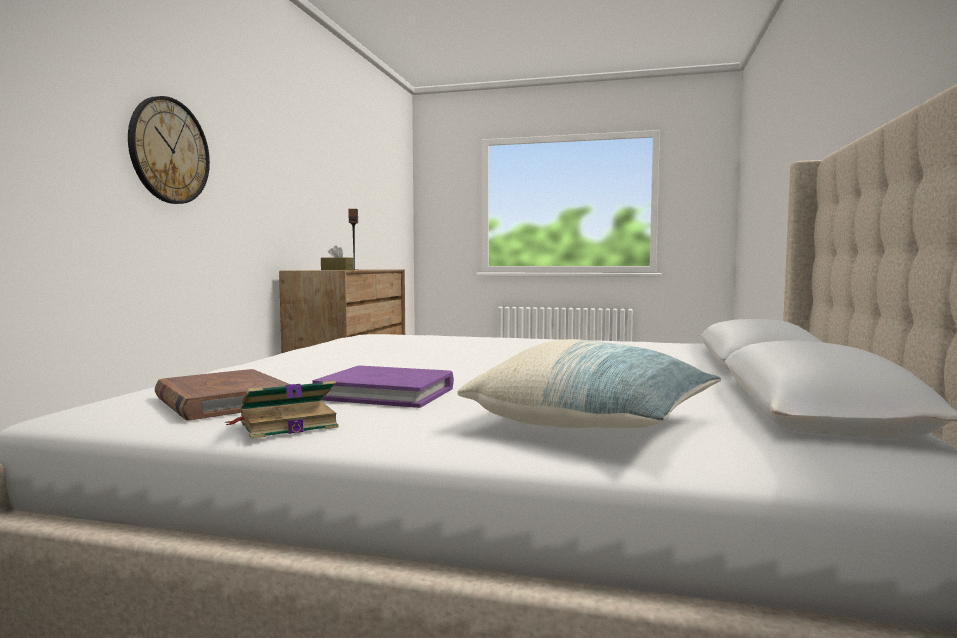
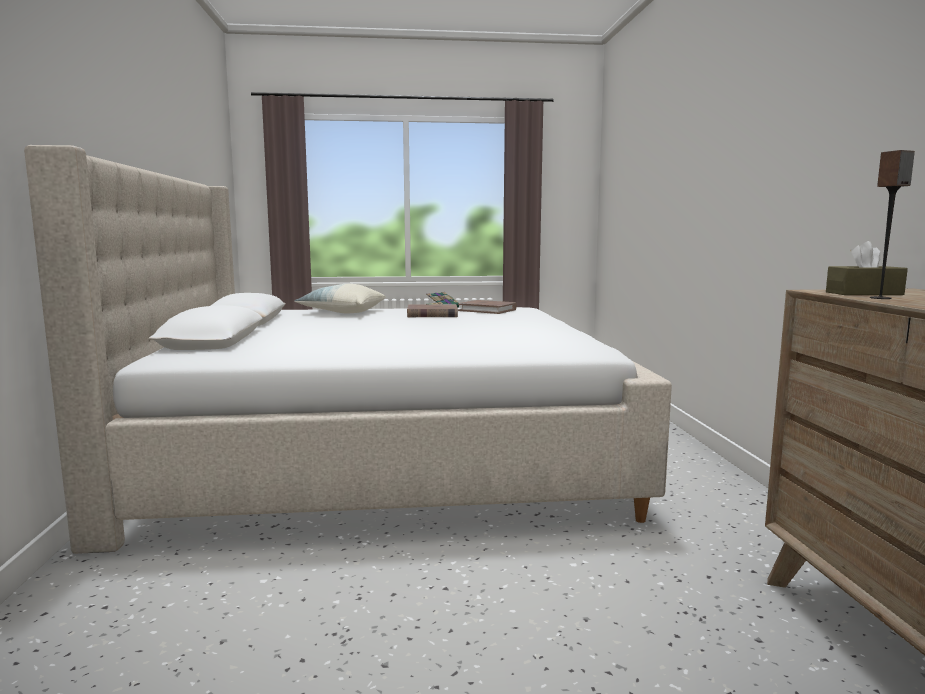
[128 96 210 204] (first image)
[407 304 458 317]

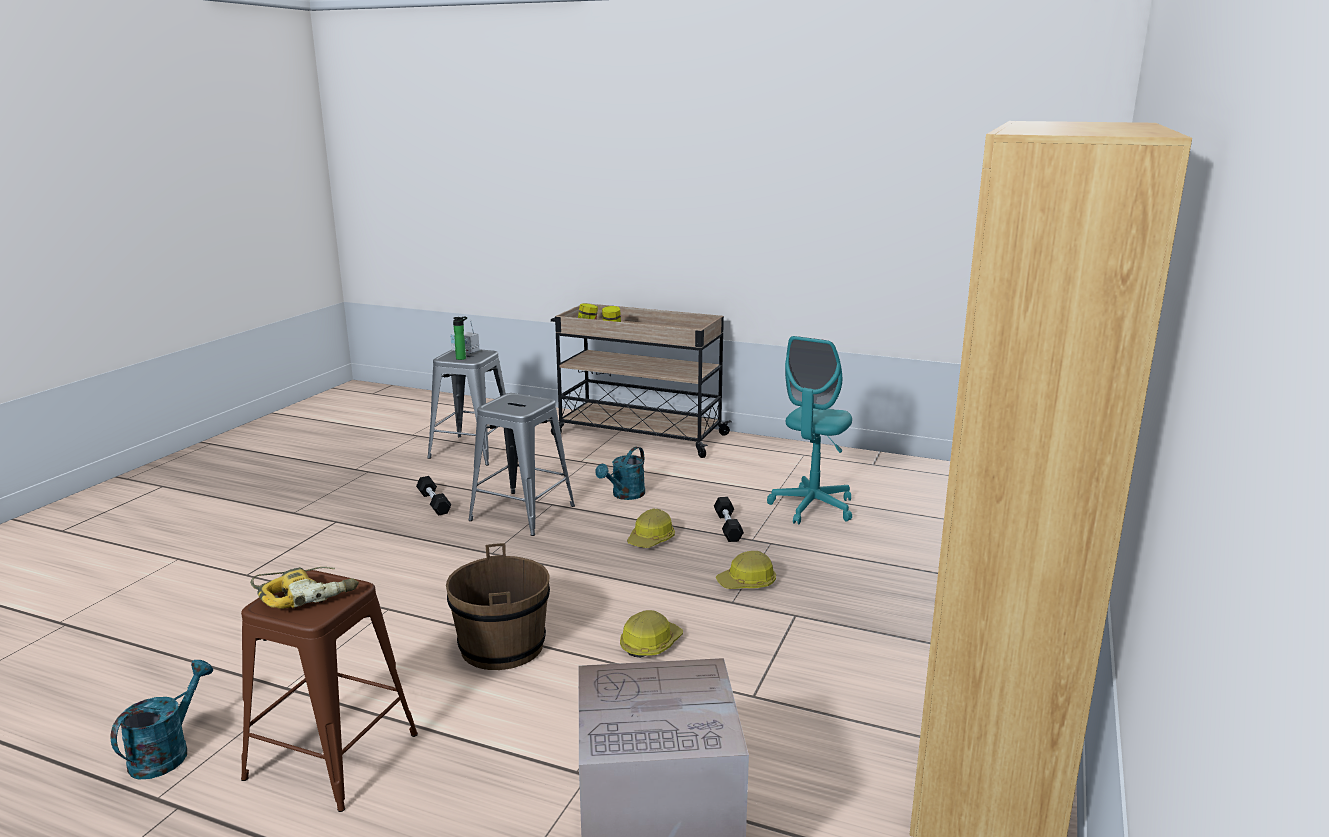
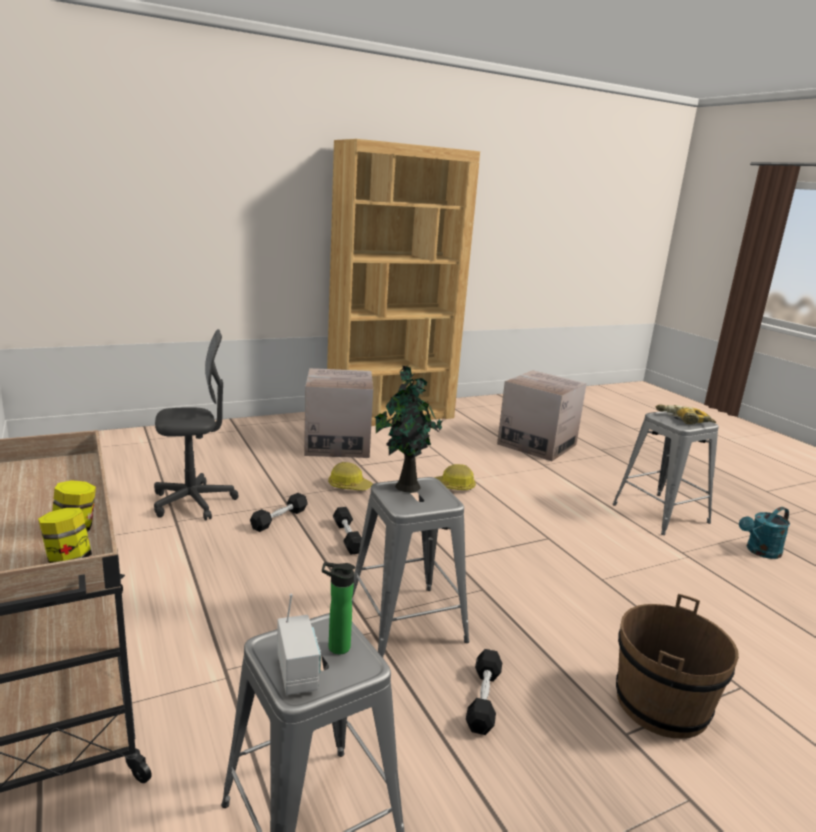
[595 447 645 500] (first image)
[304 368 373 458]
[375 364 443 492]
[616 594 739 738]
[333 507 362 555]
[613 411 719 535]
[154 329 239 521]

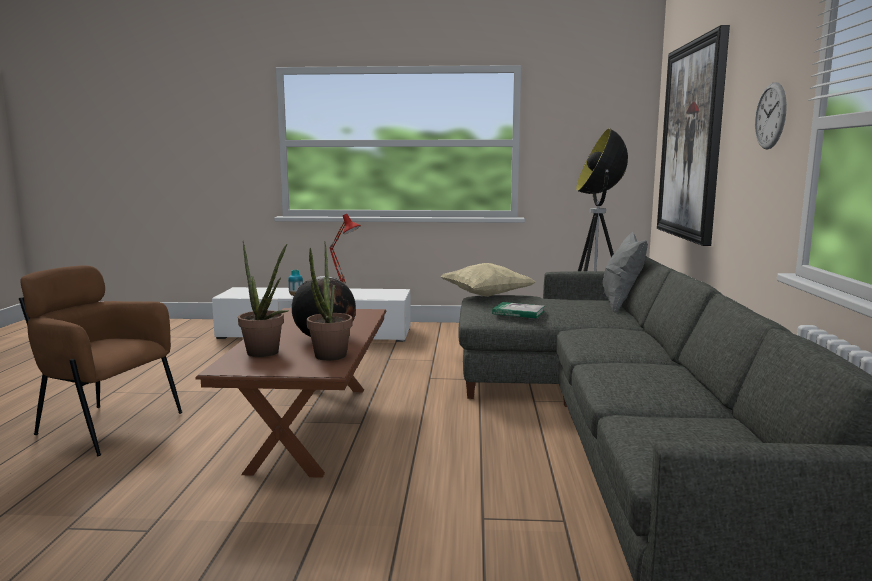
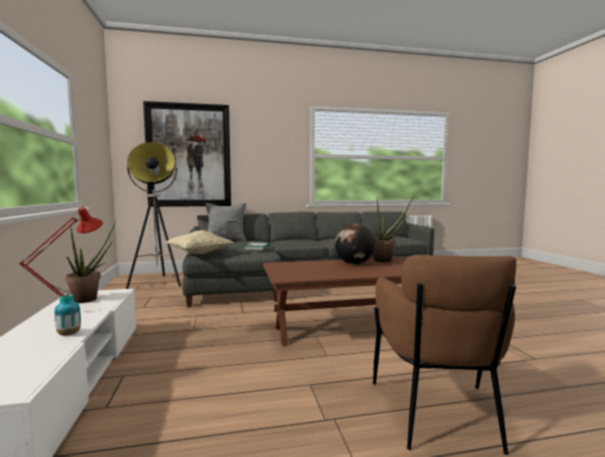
[755 82 787 150] (first image)
[65 219 116 303]

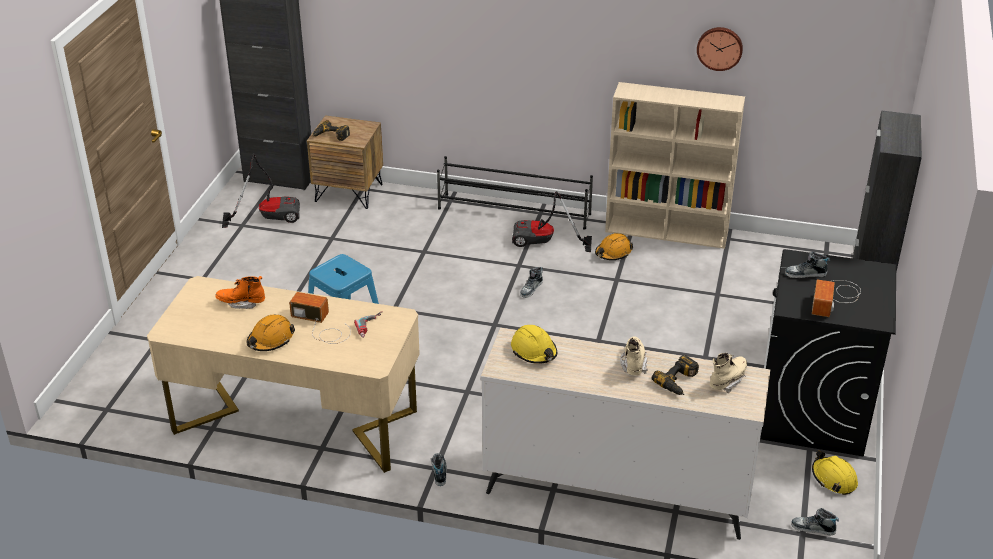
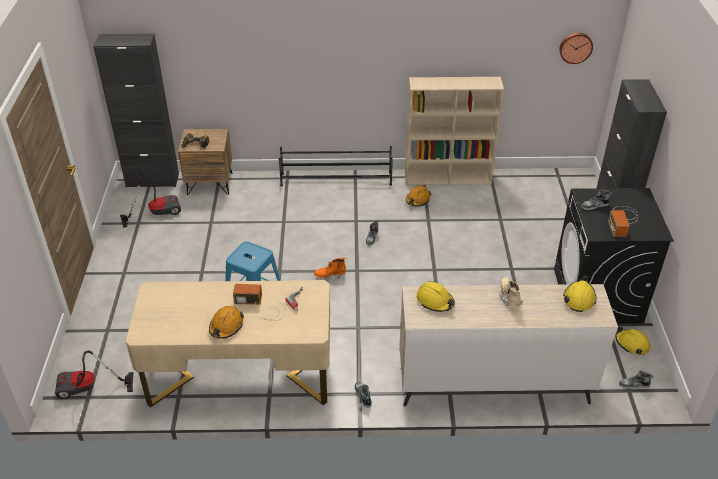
[652 355 699 395] (first image)
[314 257 346 281]
[55 351 133 399]
[559 33 593 64]
[563 276 596 312]

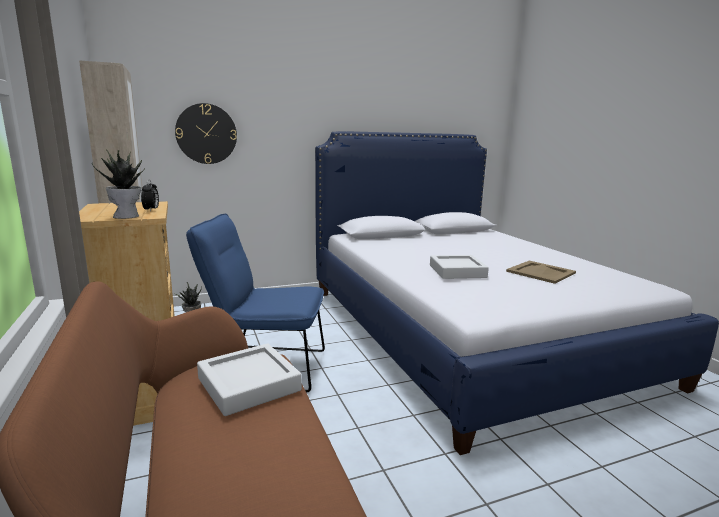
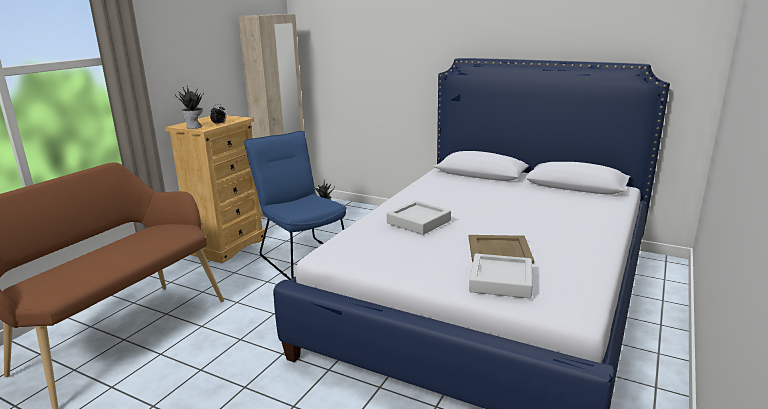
[175 103 237 164] (first image)
[469 254 533 299]

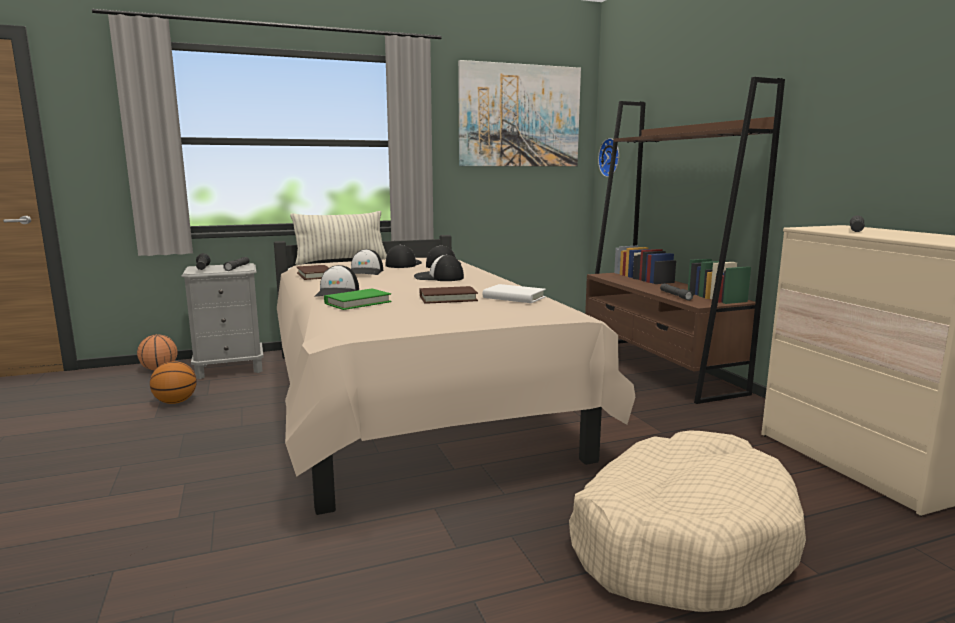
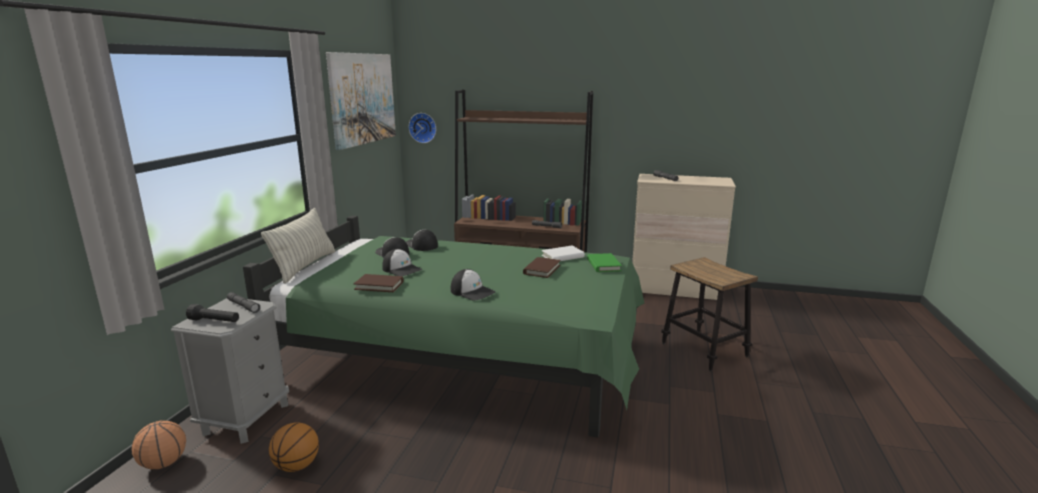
[414 254 464 281] (first image)
[587 253 622 272]
[661 257 758 371]
[243 216 644 438]

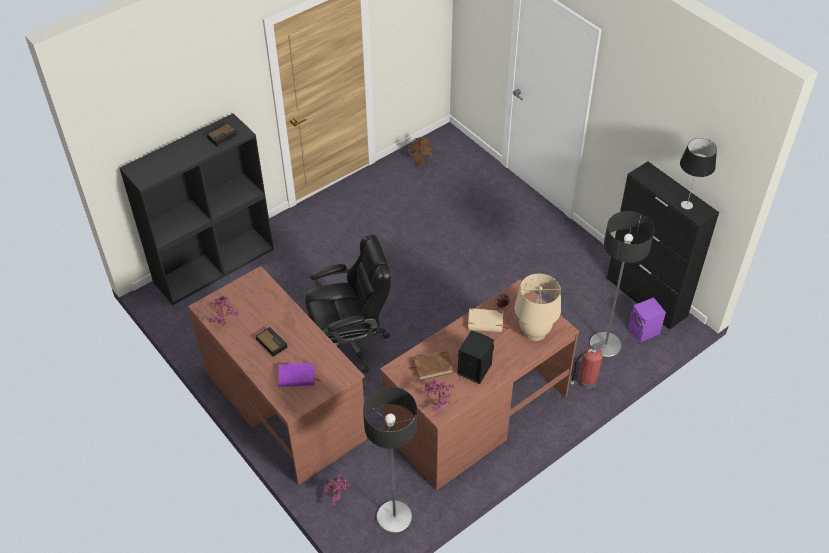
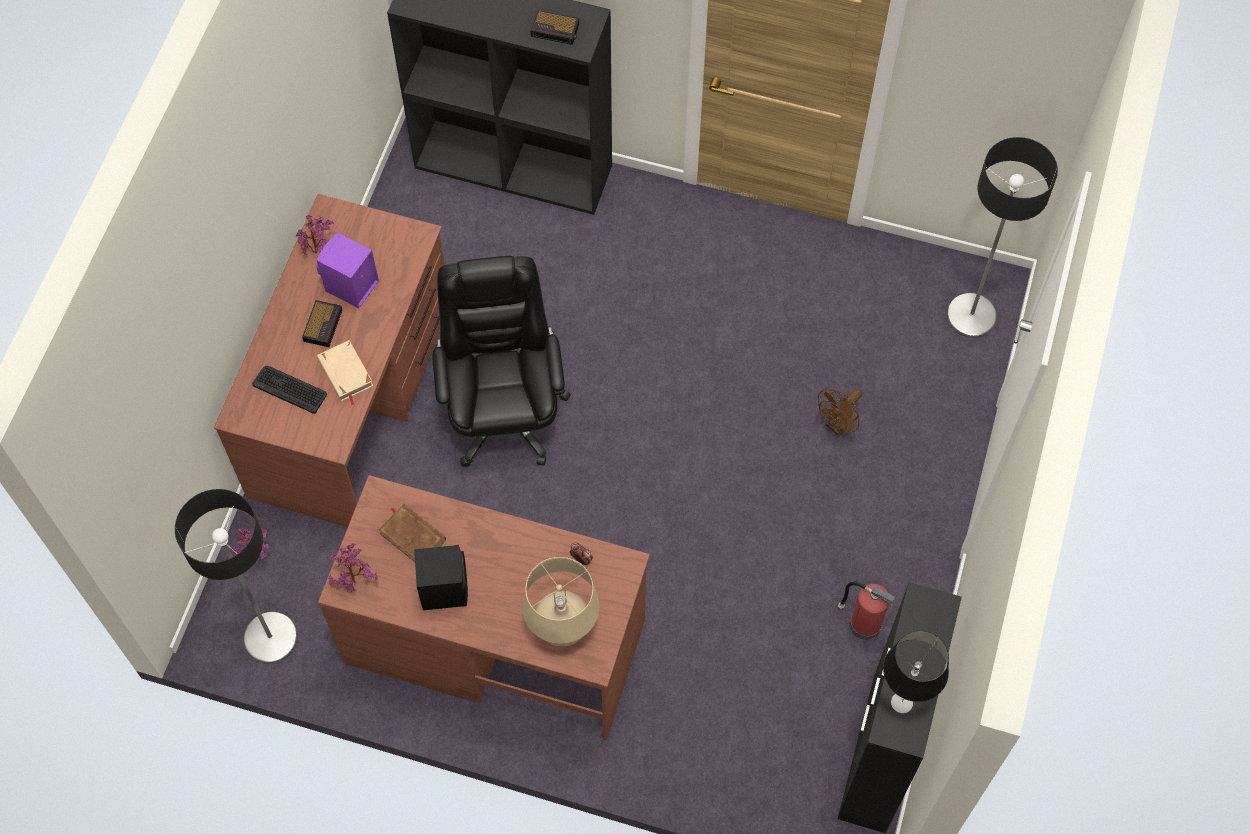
[818 389 862 436]
[317 340 373 405]
[838 582 896 640]
[947 137 1058 338]
[316 232 379 308]
[252 366 327 414]
[433 256 571 467]

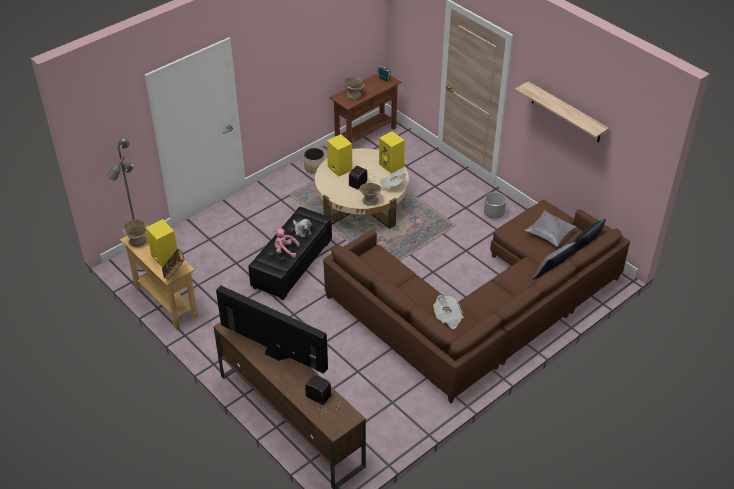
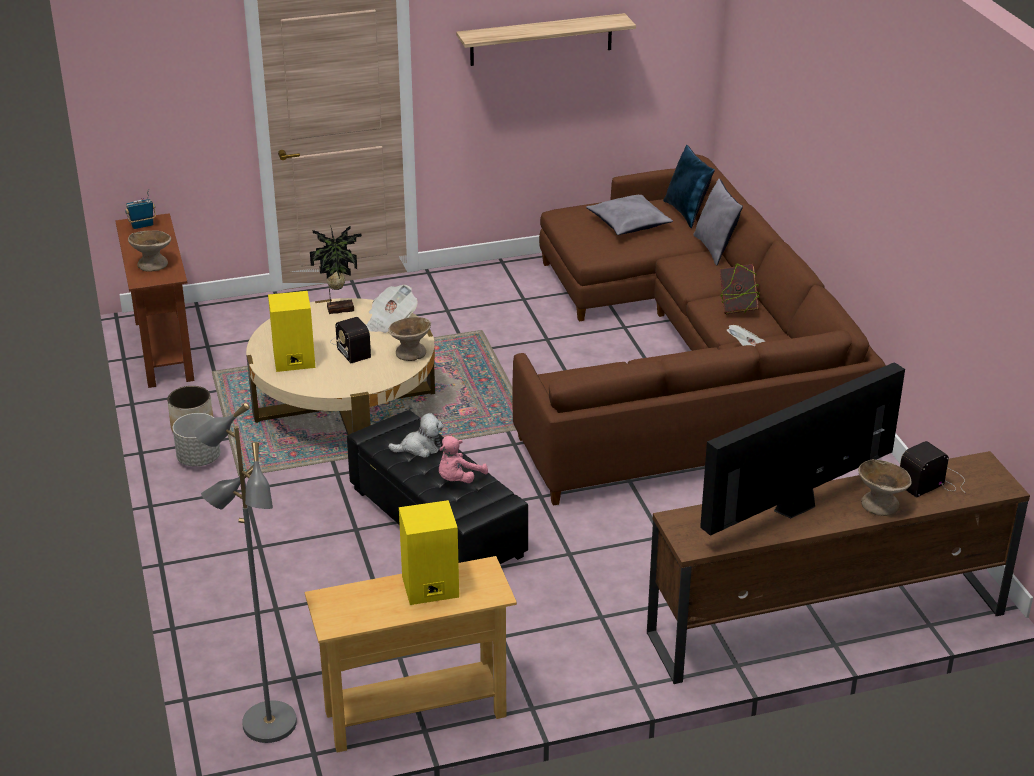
[858 459 912 516]
[720 264 760 314]
[173 413 220 466]
[310 225 362 314]

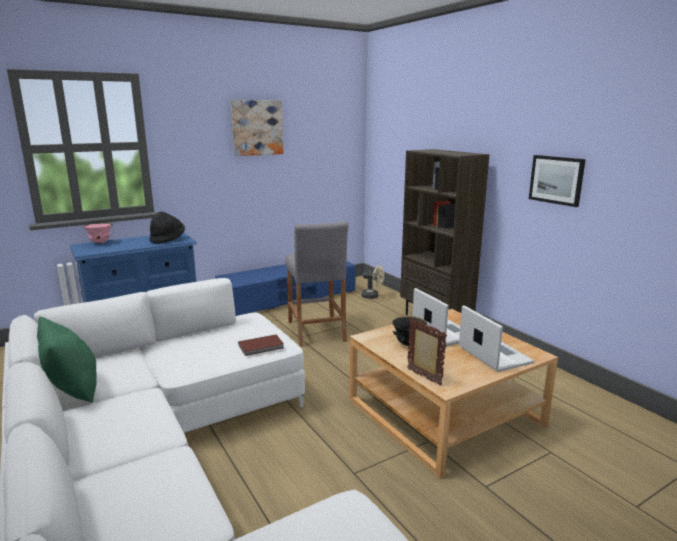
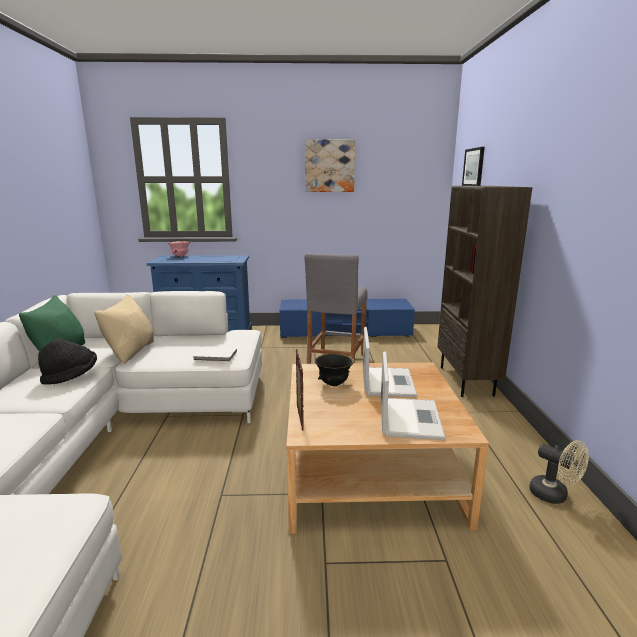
[95 294 154 364]
[38 339 97 384]
[529 440 589 504]
[462 147 485 186]
[193 347 237 362]

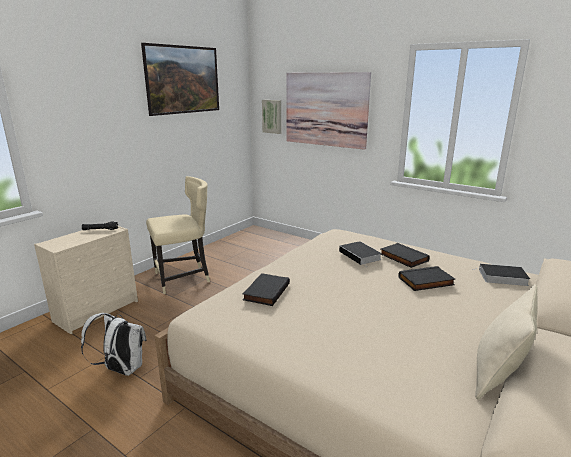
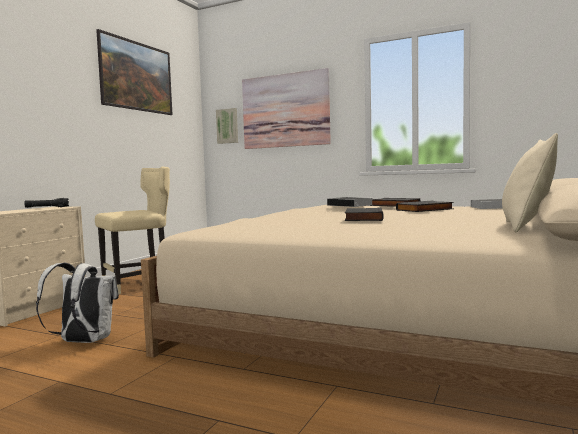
[345 207 384 221]

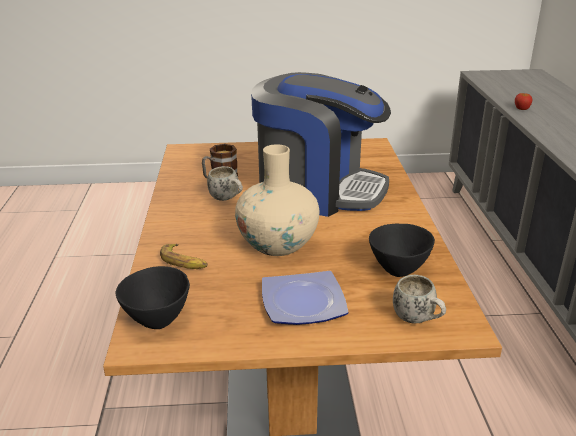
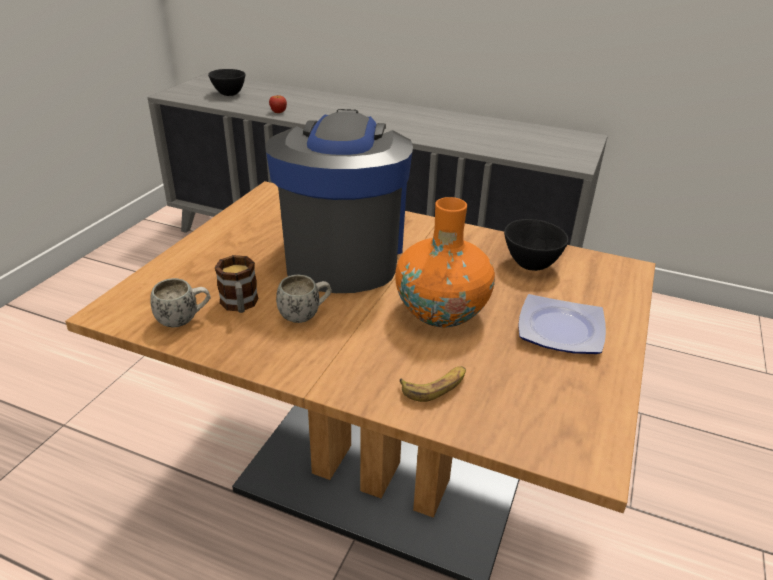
[208 69 245 96]
[150 278 211 328]
[395 197 495 328]
[265 109 413 293]

